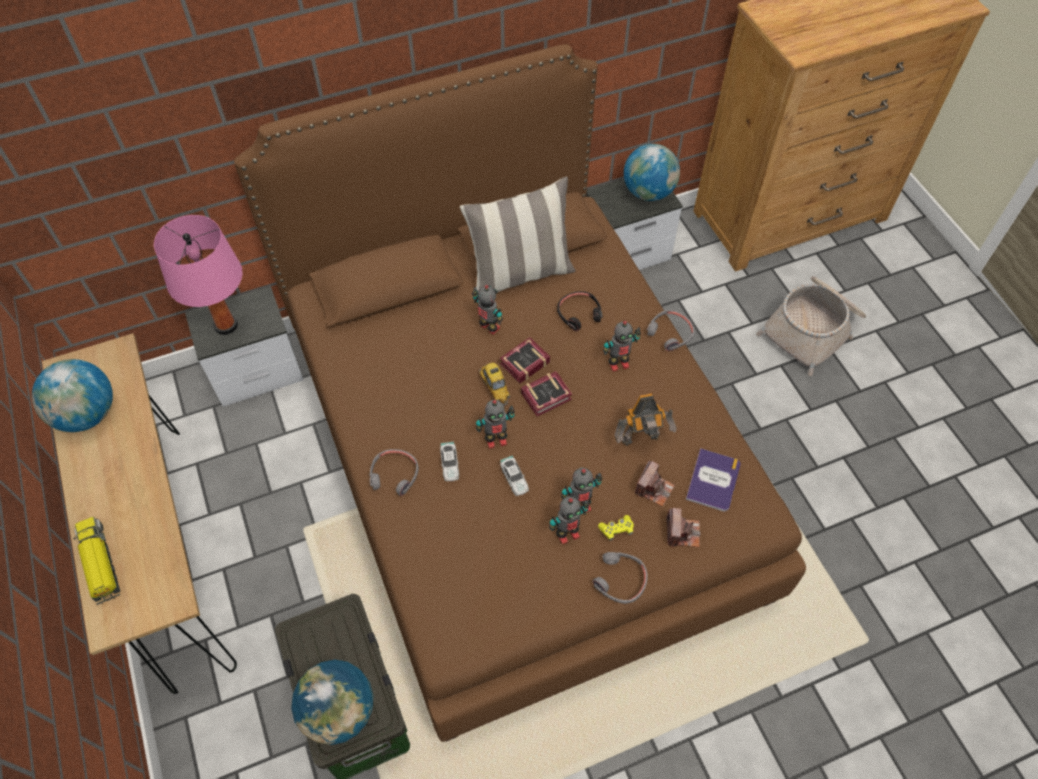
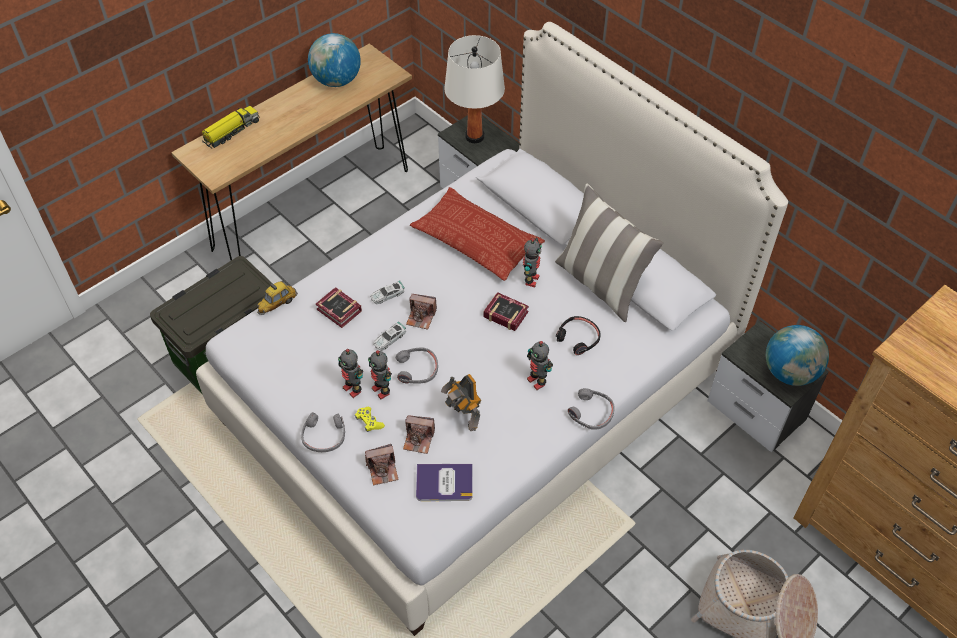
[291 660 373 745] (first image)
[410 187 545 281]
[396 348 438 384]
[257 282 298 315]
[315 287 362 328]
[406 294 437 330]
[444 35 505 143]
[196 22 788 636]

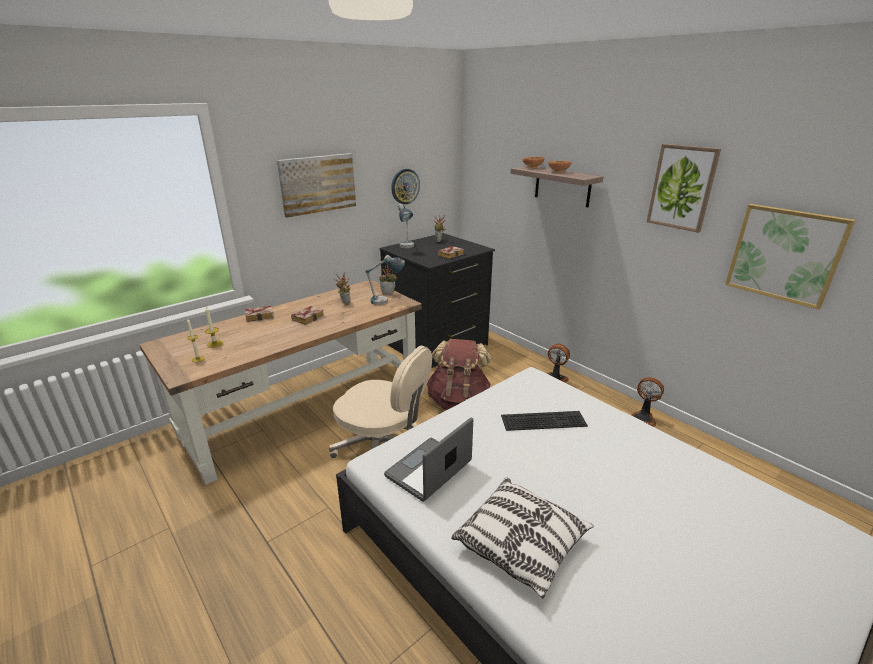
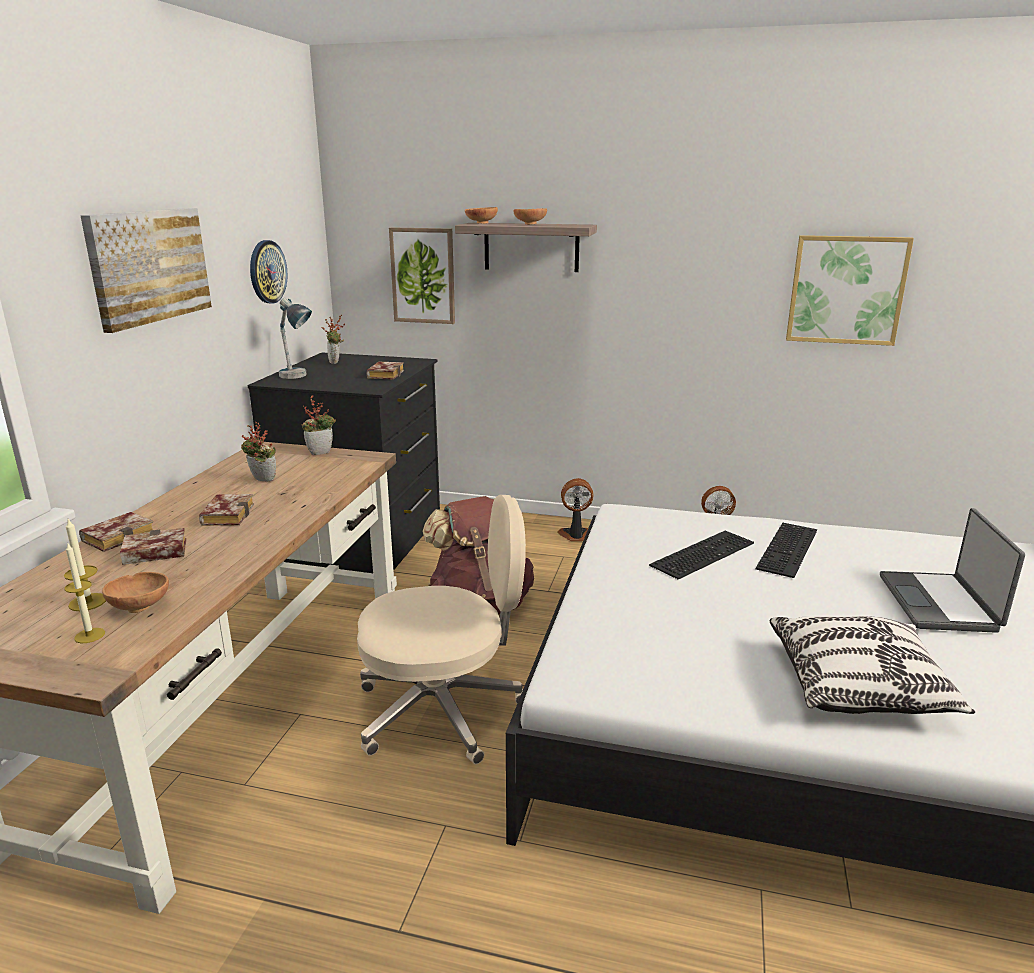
[366 255 405 305] (first image)
[102 572 169 613]
[120 528 186 565]
[756 523 817 578]
[880 508 1025 633]
[389 227 455 324]

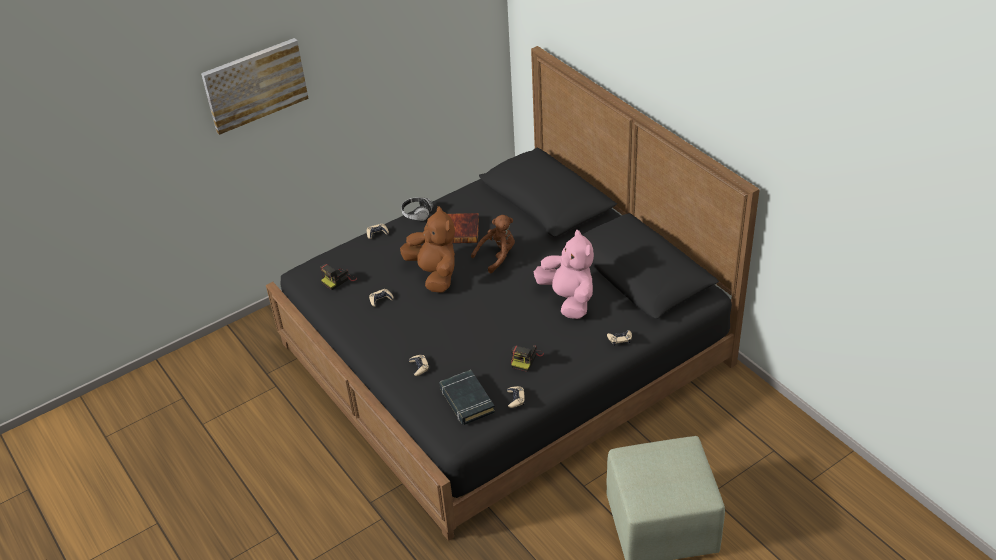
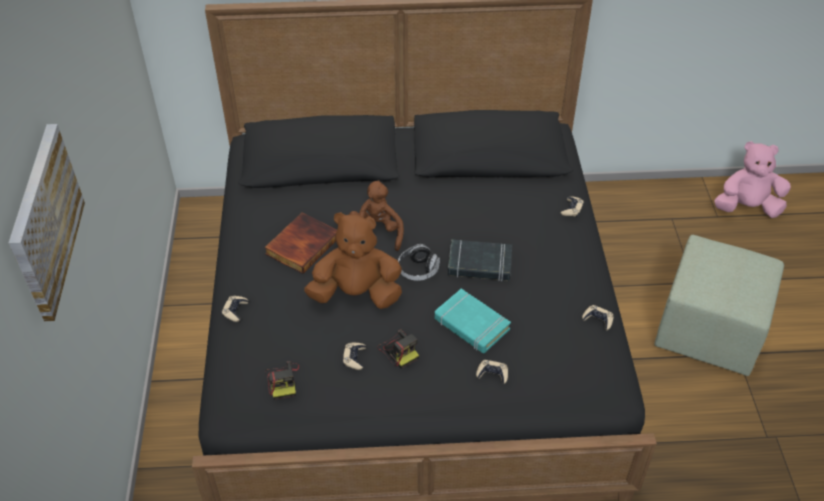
[435 289 511 354]
[398 244 440 281]
[448 240 512 281]
[377 329 419 369]
[714 141 791 218]

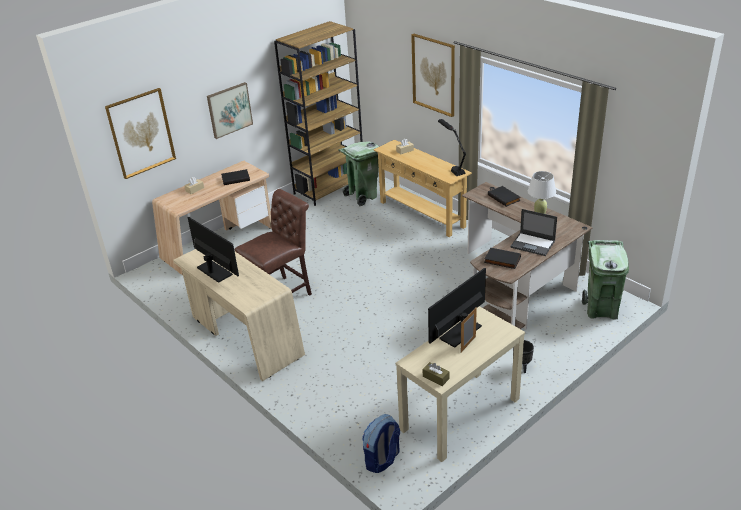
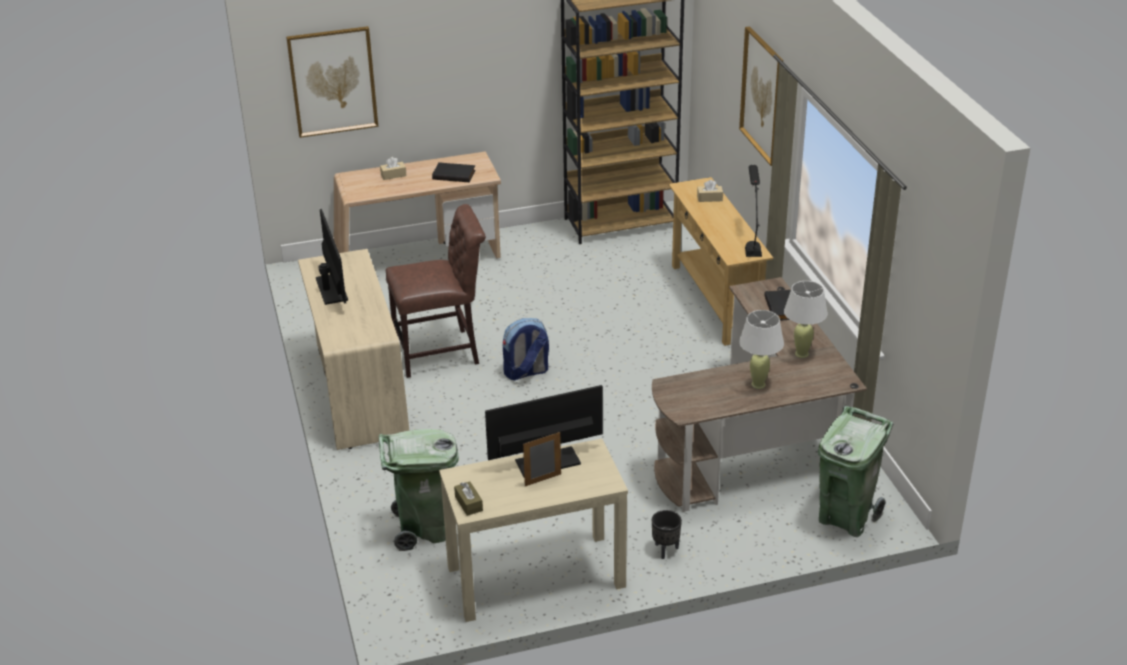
[207 82 253 139] (first image)
[484 248 521 269] (first image)
[379 429 459 551]
[503 318 549 380]
[739 310 784 389]

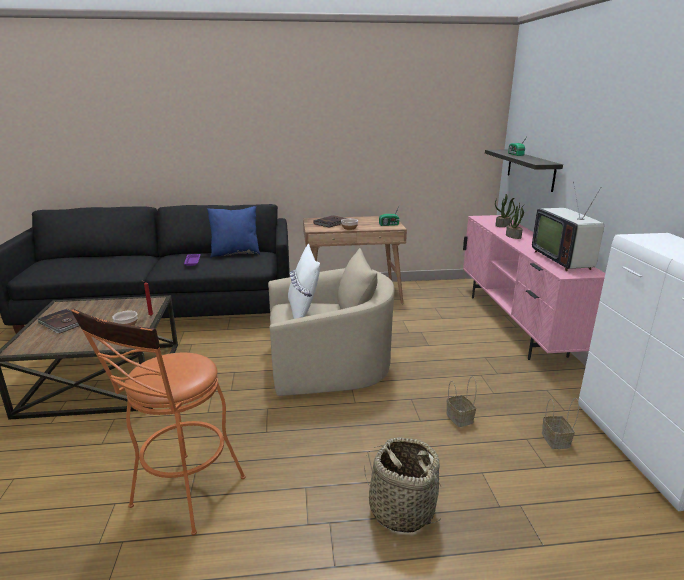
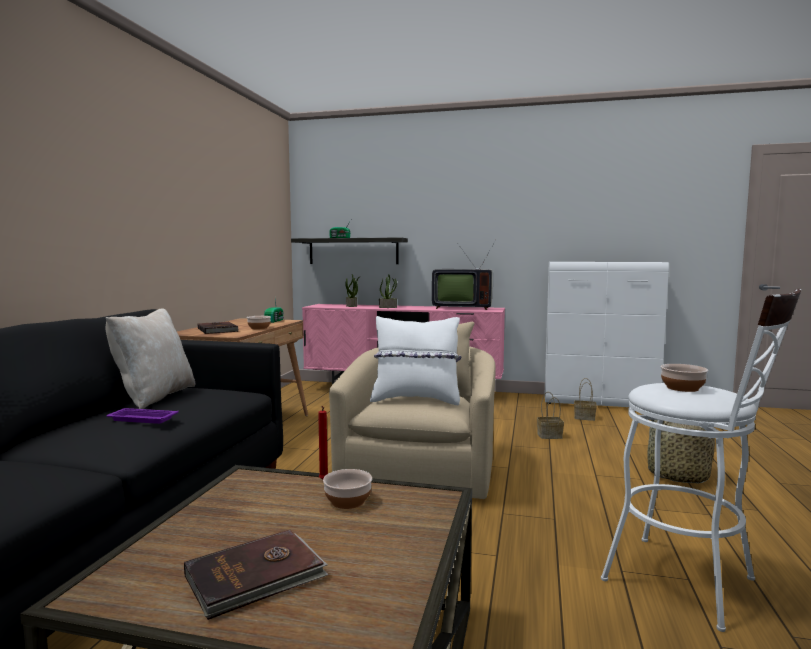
[660 364 708 392]
[601 289 801 632]
[106 309 196 409]

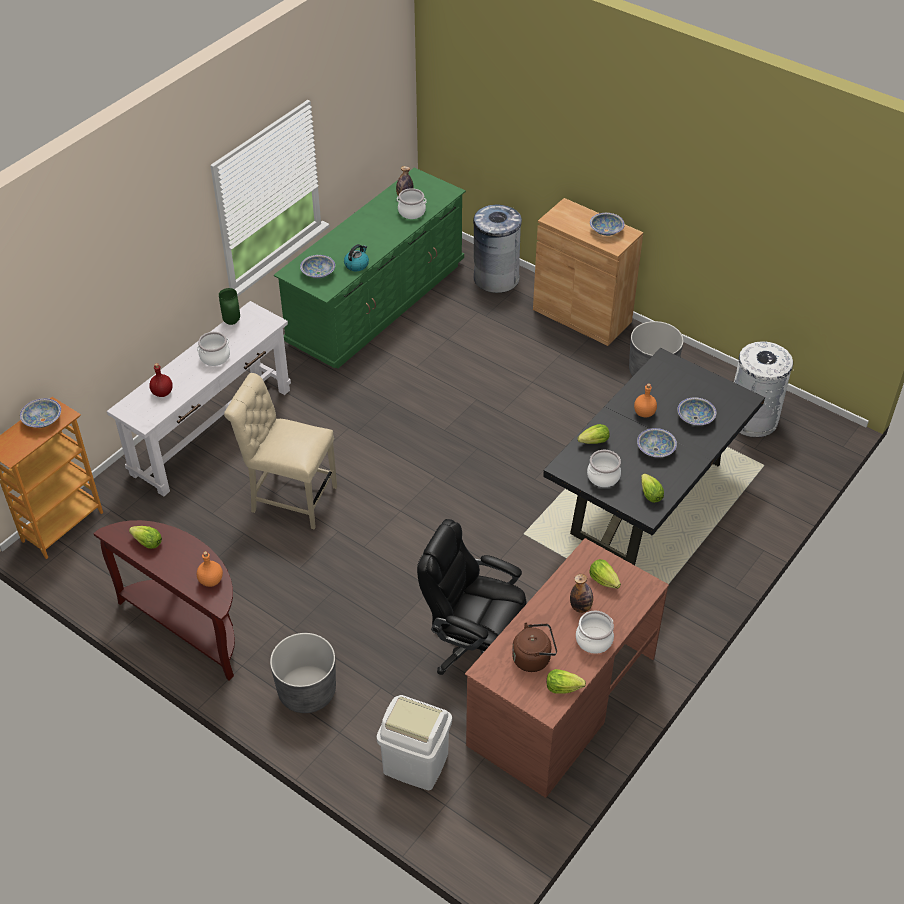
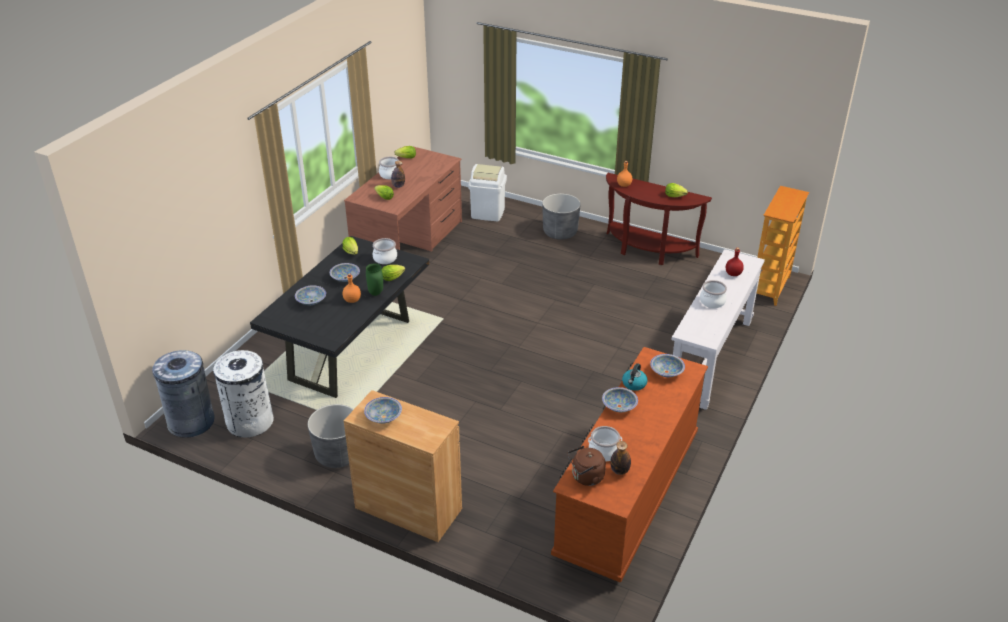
[224 373 337 530] (first image)
[417 519 527 675] (first image)
[602 387 638 412]
[366 263 383 296]
[152 350 215 438]
[567 446 606 486]
[551 347 708 583]

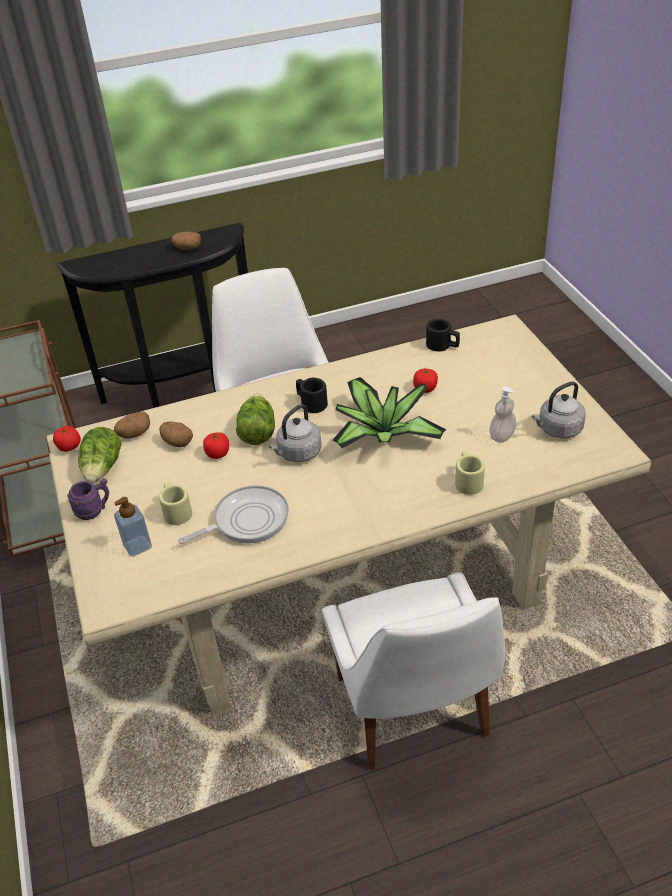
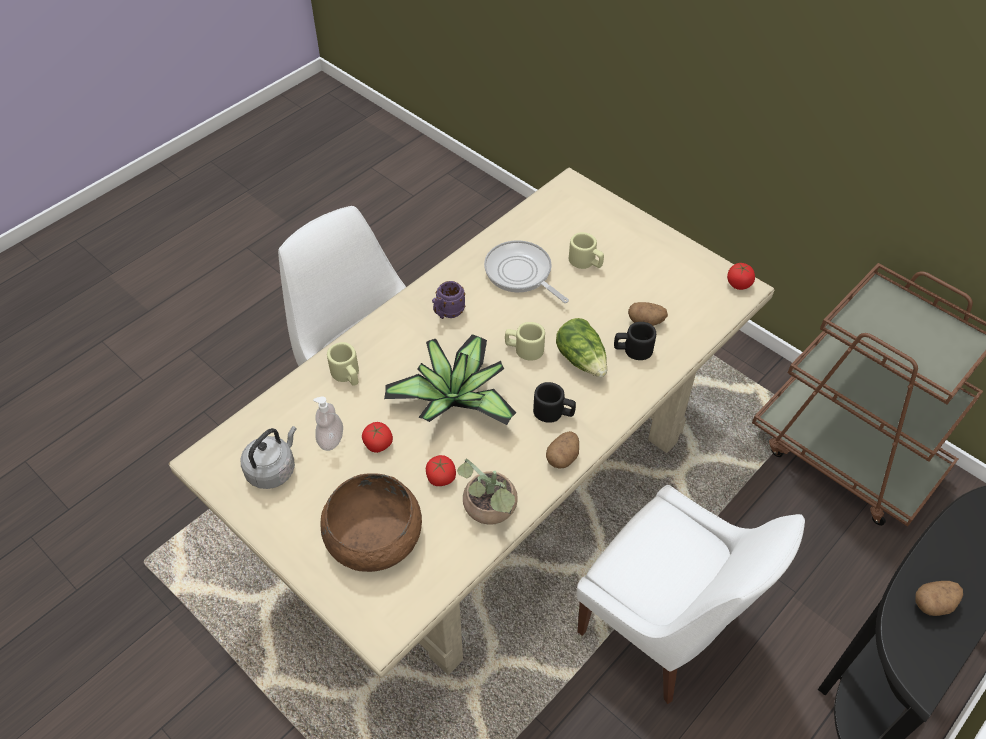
[78 427 122 483] (first image)
[114 497 152 557] (first image)
[321 473 422 572]
[457 459 518 525]
[432 281 465 319]
[546 431 579 469]
[362 422 393 453]
[614 322 656 360]
[505 322 545 361]
[484 240 569 303]

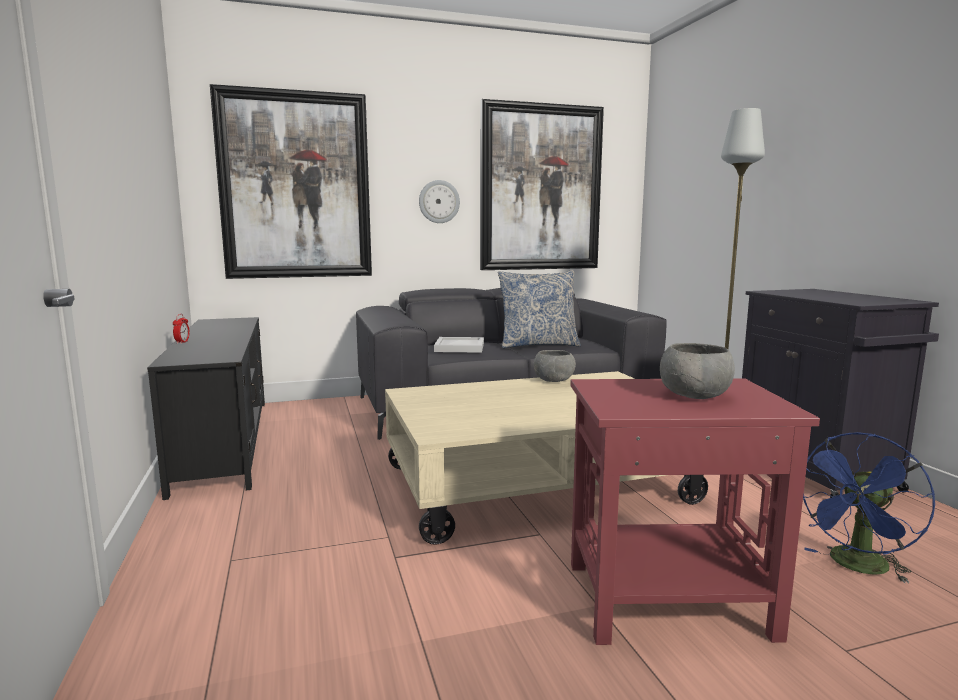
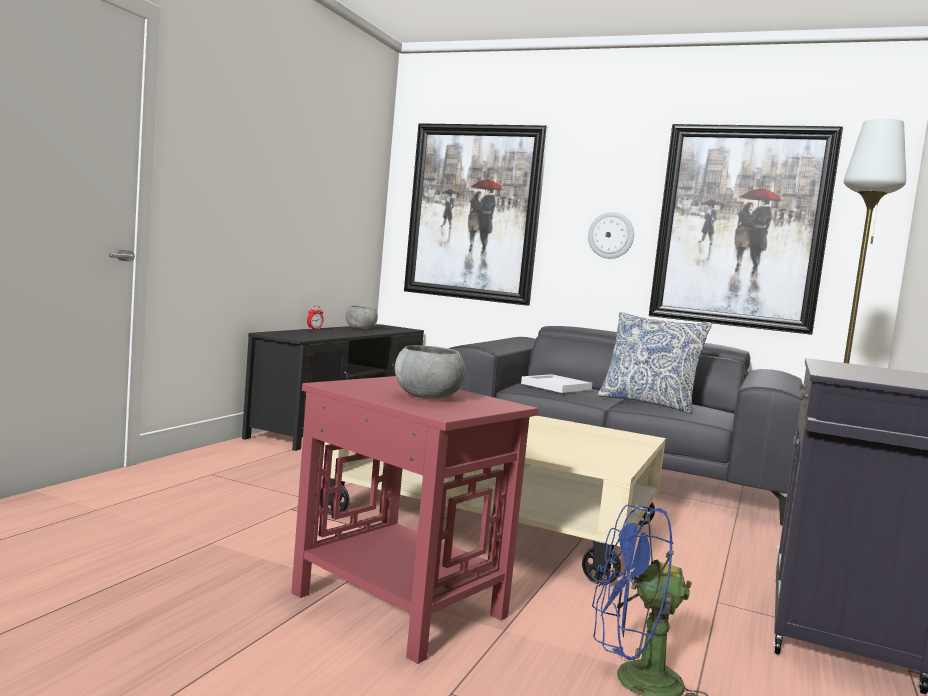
[346 306 378 329]

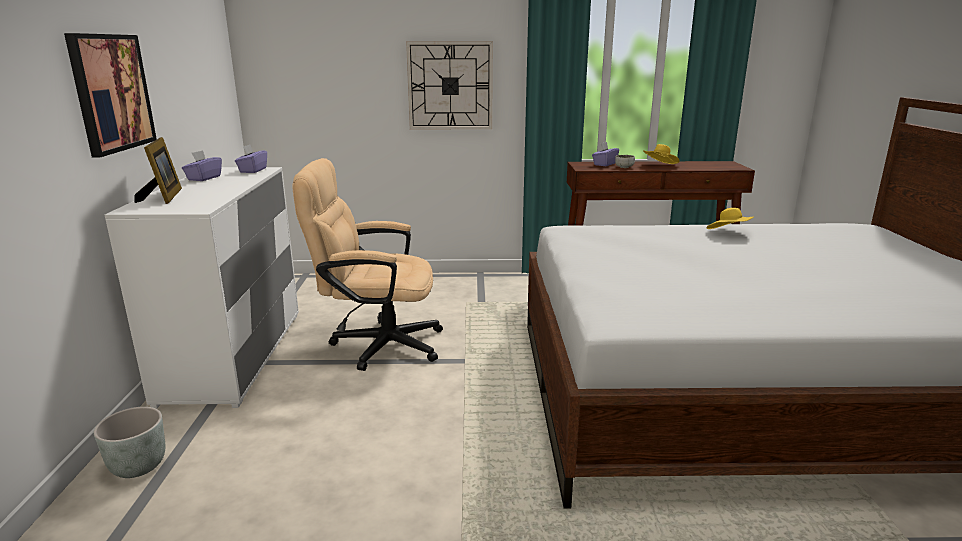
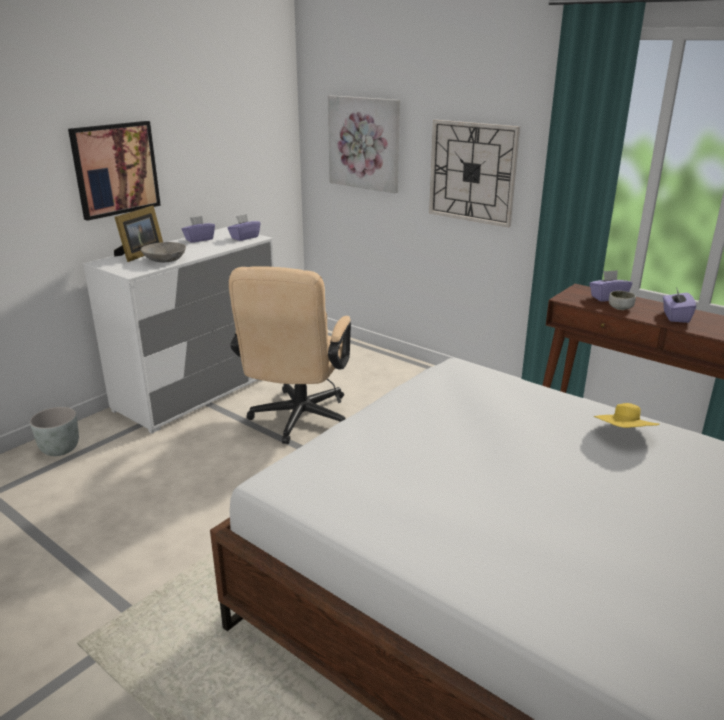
[141 242 186 262]
[328 95 400 193]
[663 287 696 323]
[229 266 351 444]

